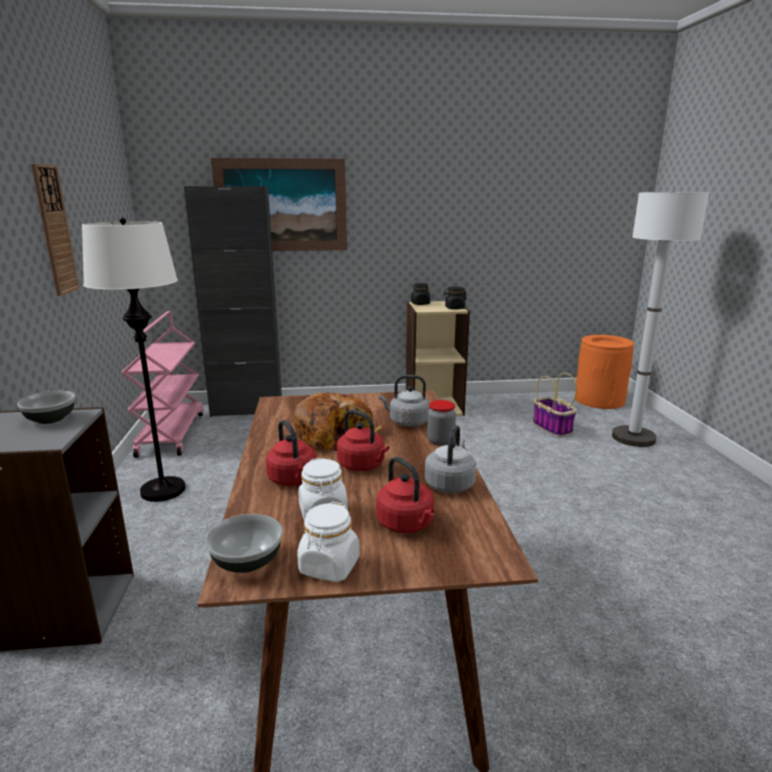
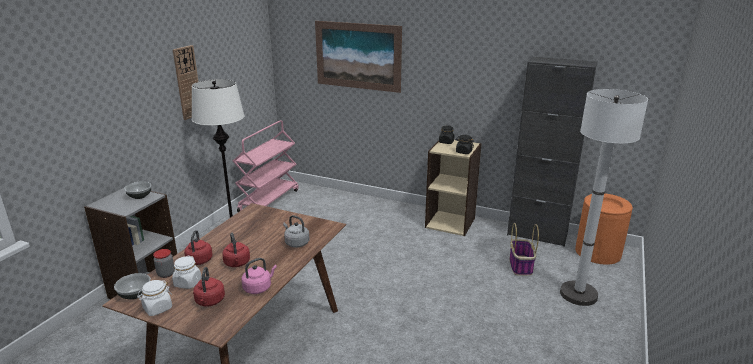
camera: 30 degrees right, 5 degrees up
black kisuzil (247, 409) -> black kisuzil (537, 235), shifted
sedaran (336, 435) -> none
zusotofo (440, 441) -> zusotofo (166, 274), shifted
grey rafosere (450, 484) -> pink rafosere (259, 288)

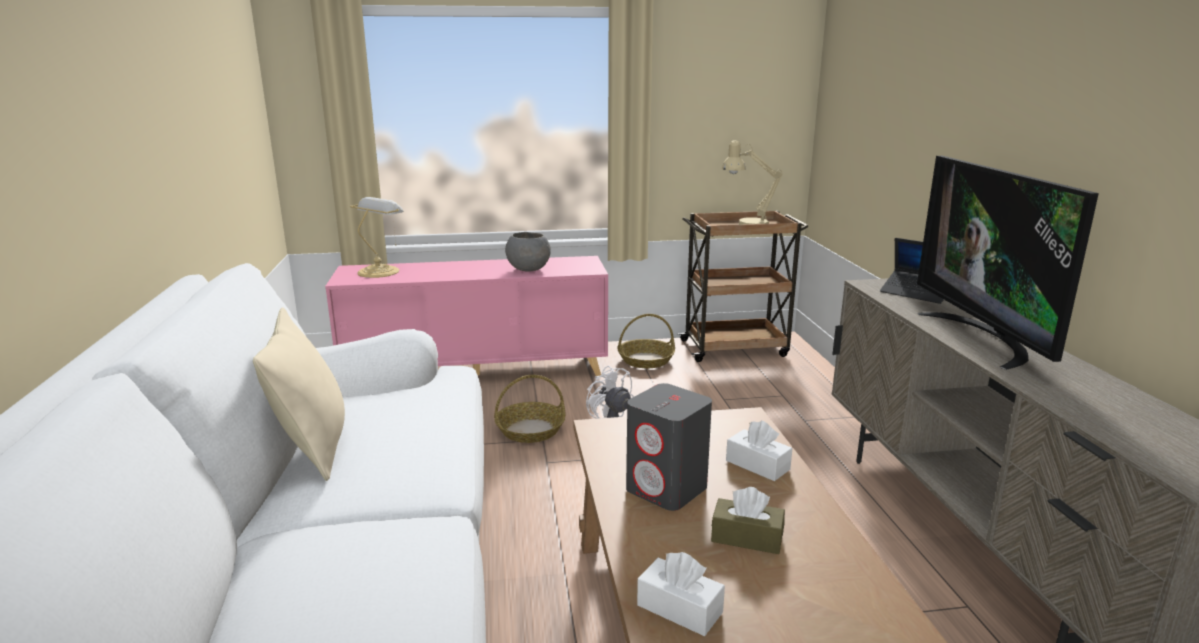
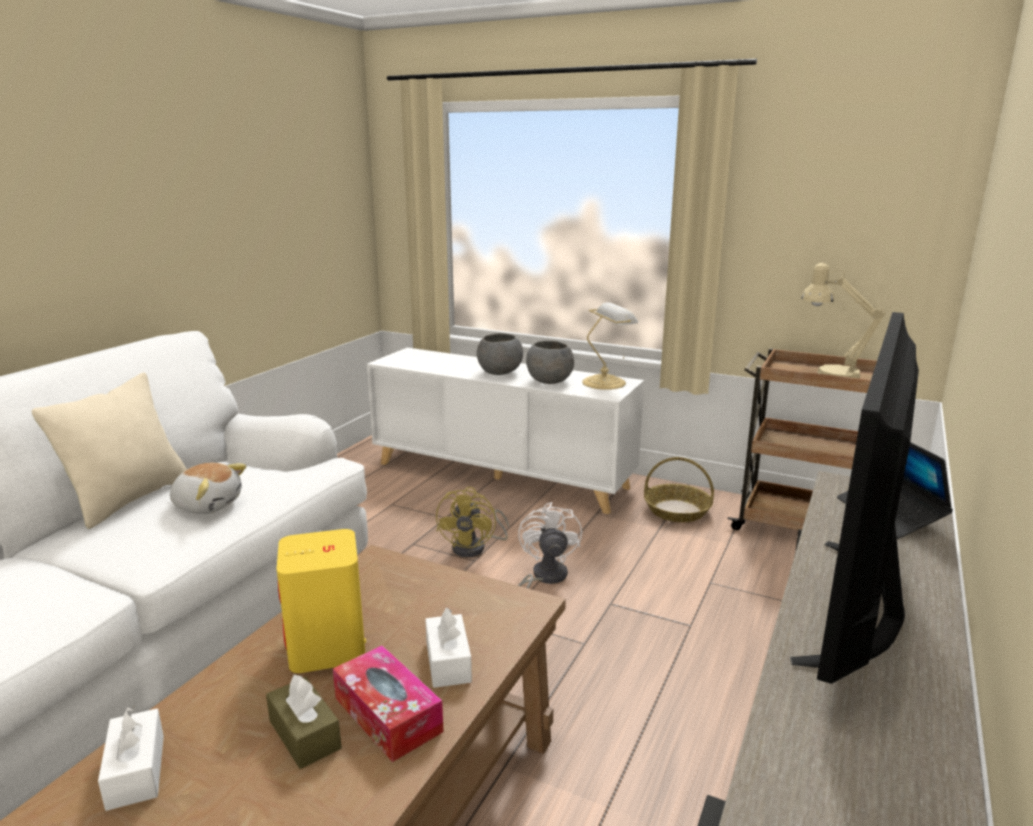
camera: 35 degrees right, 0 degrees up
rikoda (380, 271) -> rikoda (606, 382), shifted
pink kisuzil (477, 371) -> white kisuzil (502, 475)
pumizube (530, 430) -> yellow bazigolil (475, 547)
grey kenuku (667, 489) -> yellow kenuku (327, 648)
none -> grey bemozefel (500, 373)
none -> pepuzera (208, 504)
none -> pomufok (388, 714)

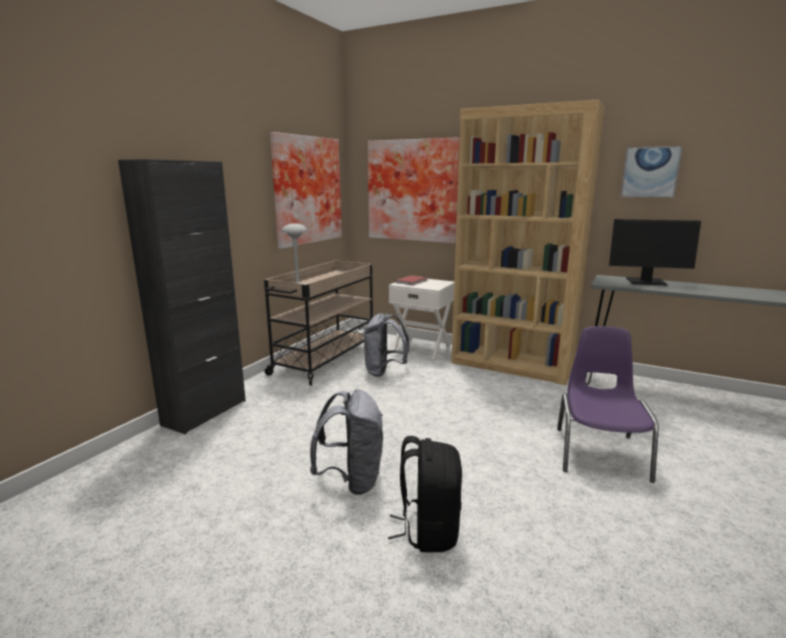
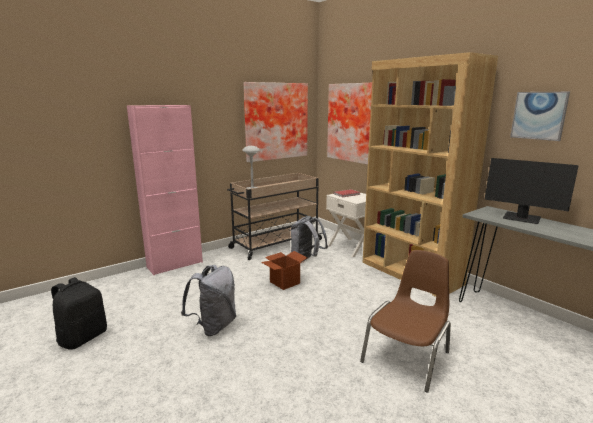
camera: 25 degrees right, 0 degrees up
black kisuzil (205, 412) -> pink kisuzil (175, 265)
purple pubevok (599, 452) -> brown pubevok (407, 357)
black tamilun (428, 530) -> black tamilun (83, 337), shifted
none -> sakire (285, 282)

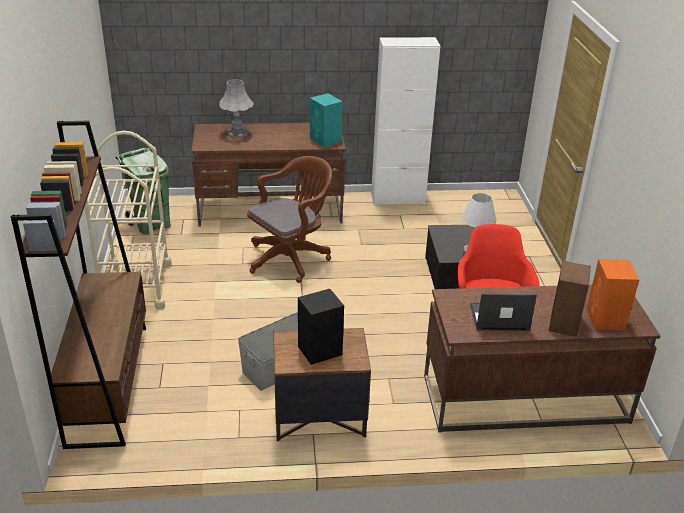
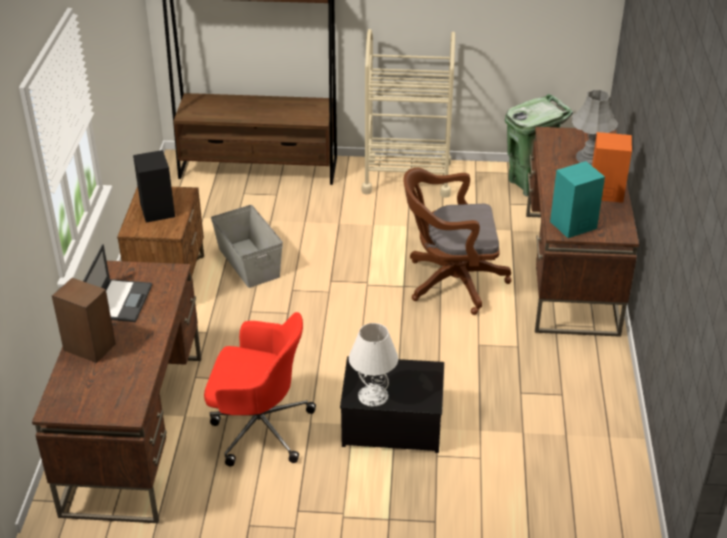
camera: 100 degrees right, 5 degrees up
white kisuzil (398, 199) -> none
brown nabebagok (291, 258) -> brown nabebagok (450, 282), 120 degrees clockwise
orange kenuku (605, 319) -> orange kenuku (604, 192), shifted

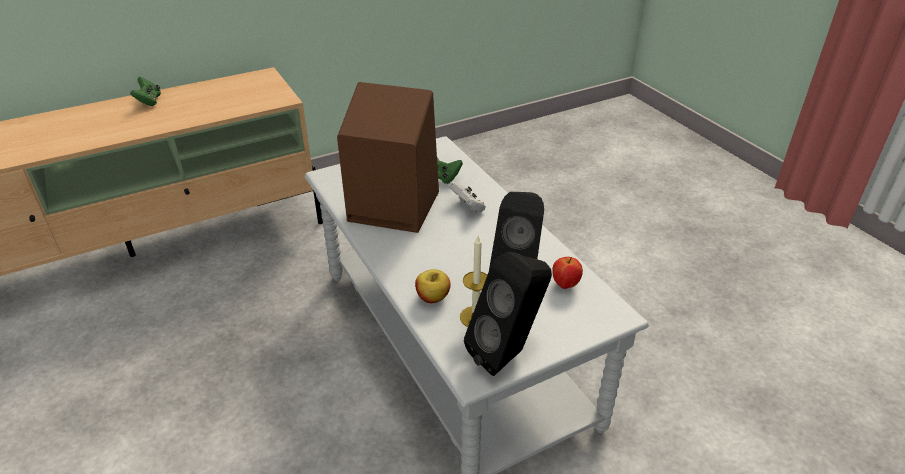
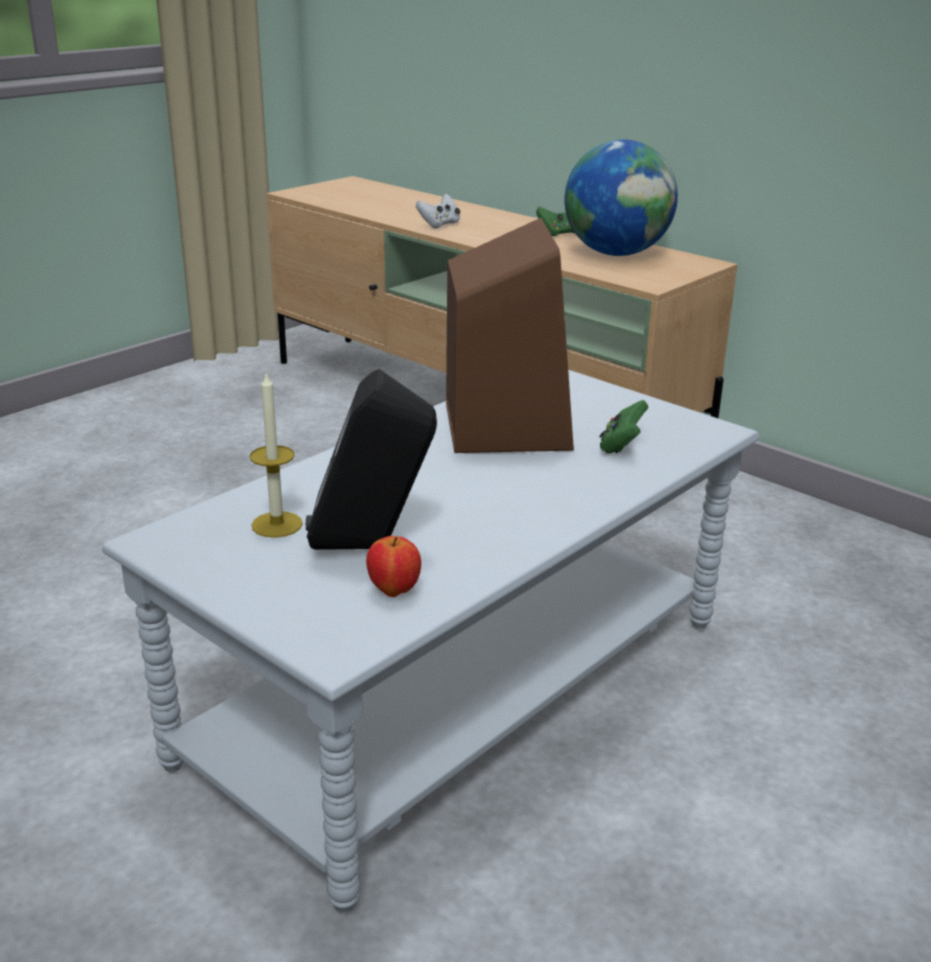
camera: 70 degrees right, 10 degrees down
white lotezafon (467, 207) -> white lotezafon (439, 225), shifted
black kenuku (508, 354) -> none
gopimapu (432, 297) -> none
none -> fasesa (616, 254)

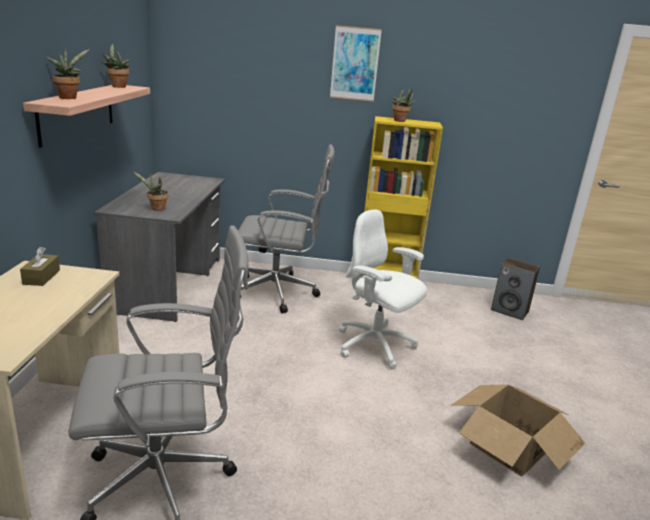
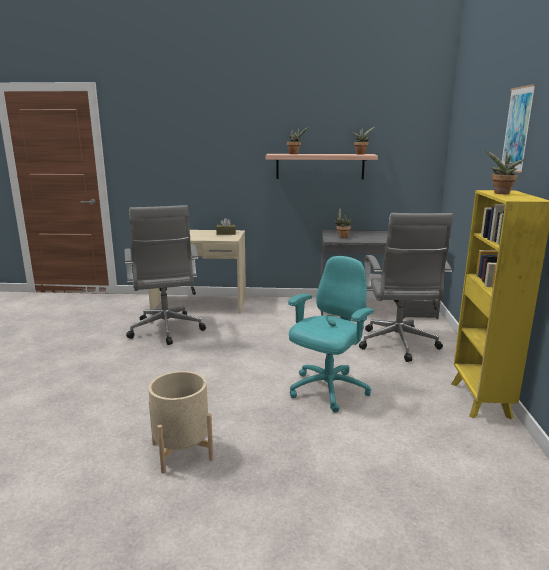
camera: 90 degrees right, 5 degrees down
white nabebagok (375, 346) -> turquoise nabebagok (327, 390)
kenuku (510, 311) -> none
sakire (509, 446) -> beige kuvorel (182, 451)

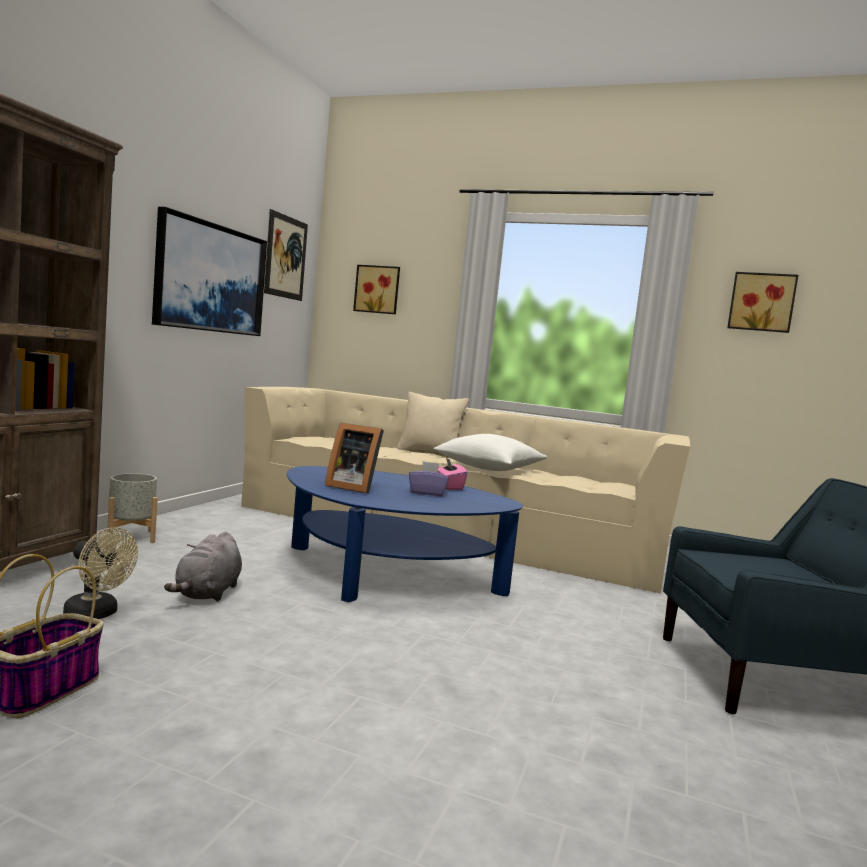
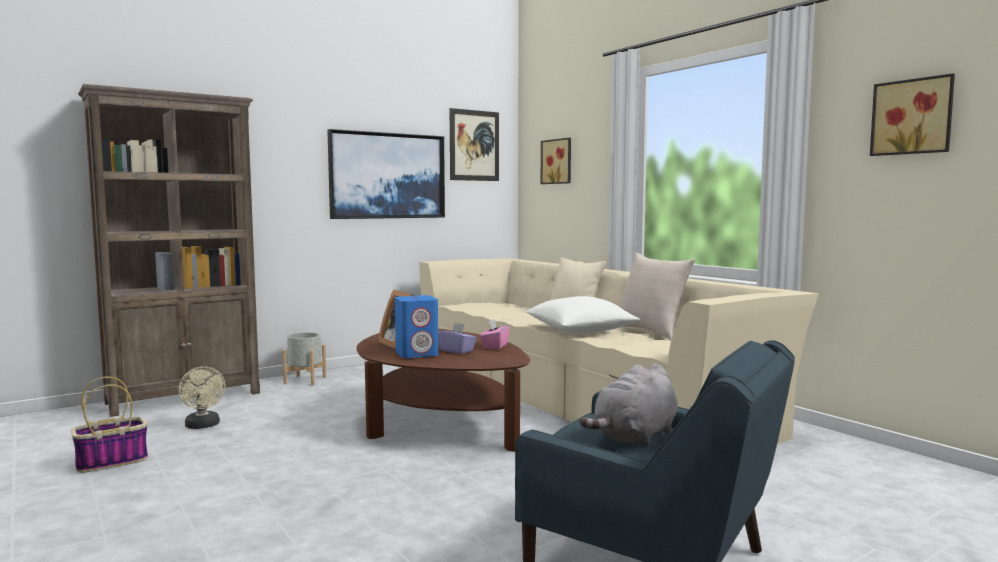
camera: 35 degrees right, 0 degrees up
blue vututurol (386, 574) -> brown vututurol (438, 423)
grey pepuzera (207, 593) -> grey pepuzera (635, 437), shifted
none -> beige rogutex (651, 331)
none -> blue kenuku (417, 354)

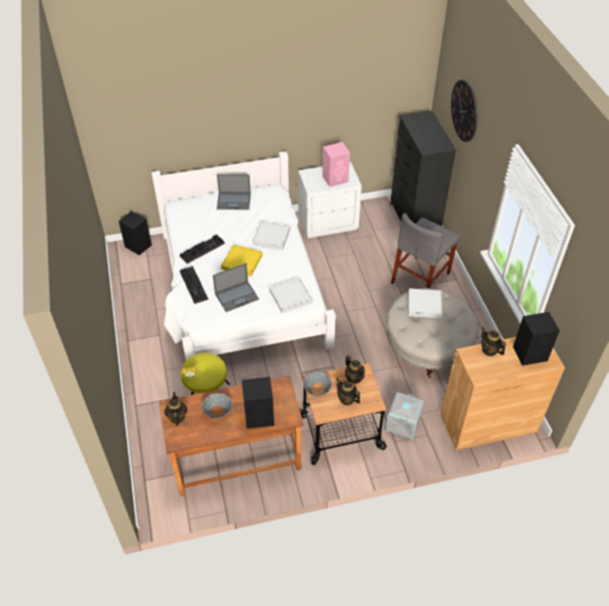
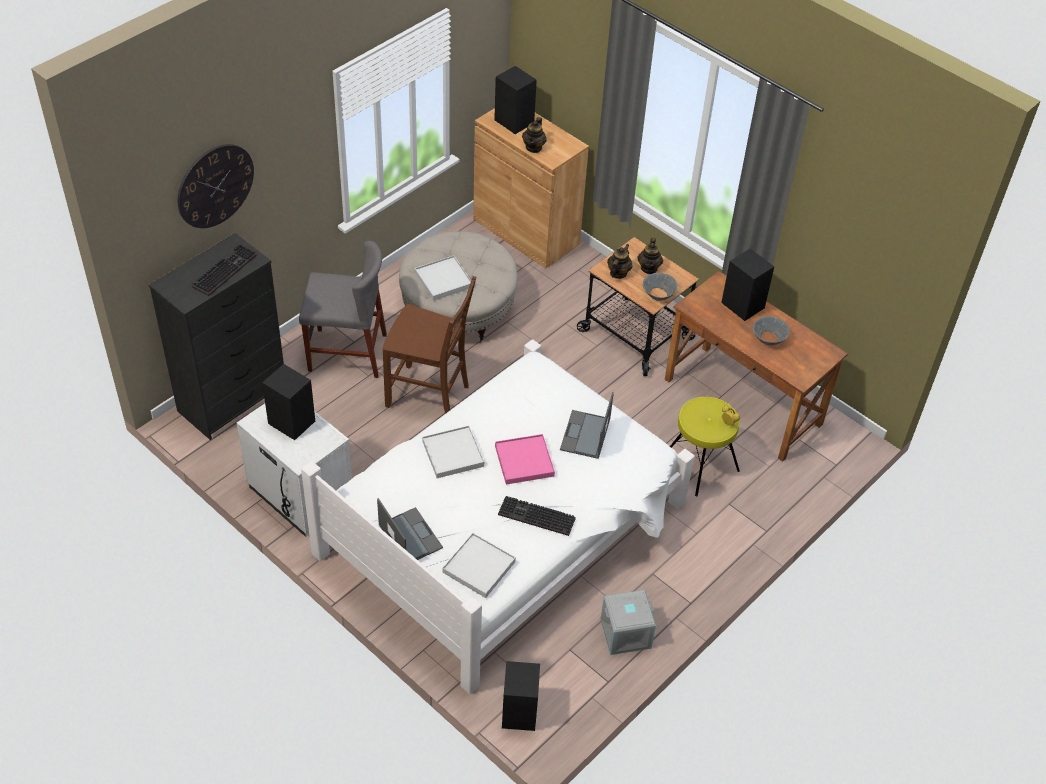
camera: 125 degrees left, 0 degrees up
pink kenuku (336, 179) -> black kenuku (291, 422)
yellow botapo (241, 262) -> pink botapo (524, 461)
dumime (237, 296) -> dumime (585, 435), 105 degrees counterclockwise
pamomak (195, 285) -> pamomak (224, 270), shifted
white botapo (291, 297) -> white botapo (479, 567), shifted
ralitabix (177, 417) -> none
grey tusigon (402, 422) -> grey tusigon (625, 634), shifted
none -> brown pubevok (429, 396)

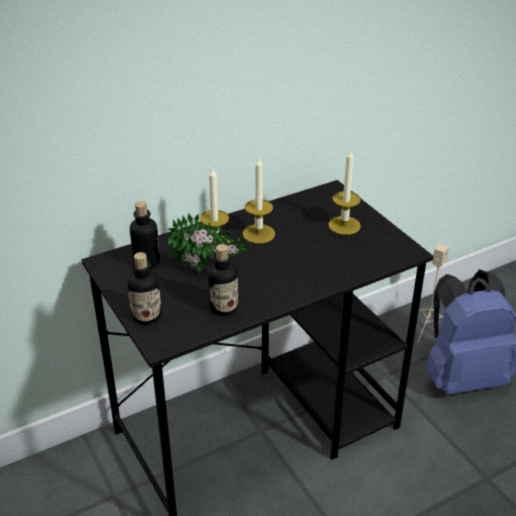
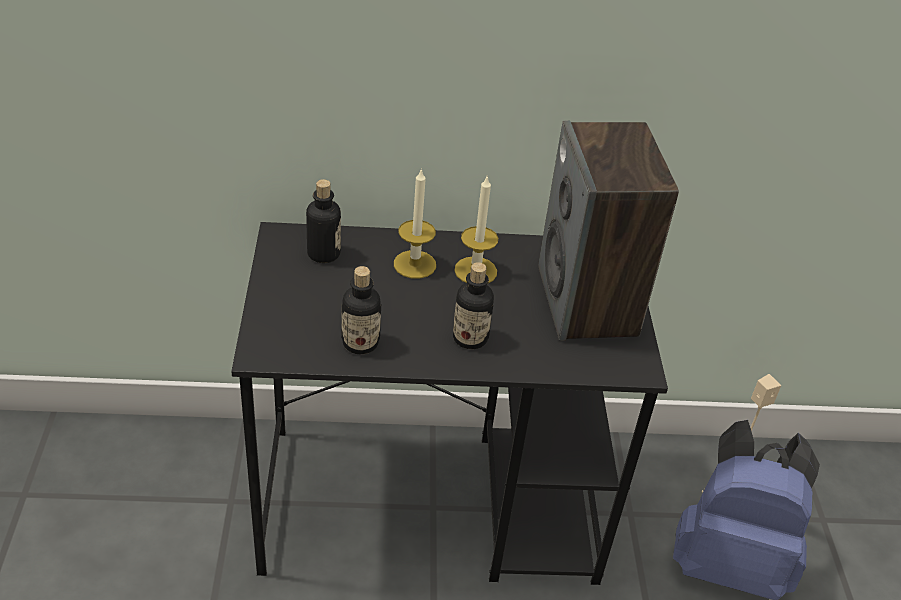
camera: 25 degrees right, 5 degrees up
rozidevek (344, 225) -> kenuku (588, 302)
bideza (207, 270) -> none
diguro (146, 316) -> diguro (470, 338), shifted

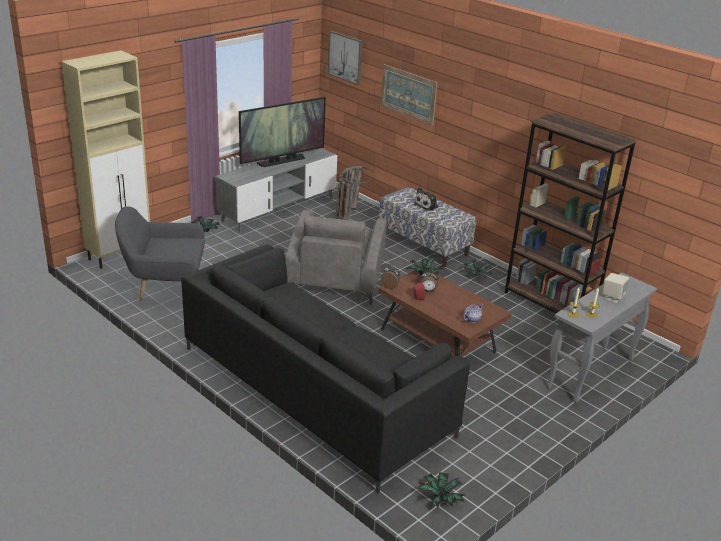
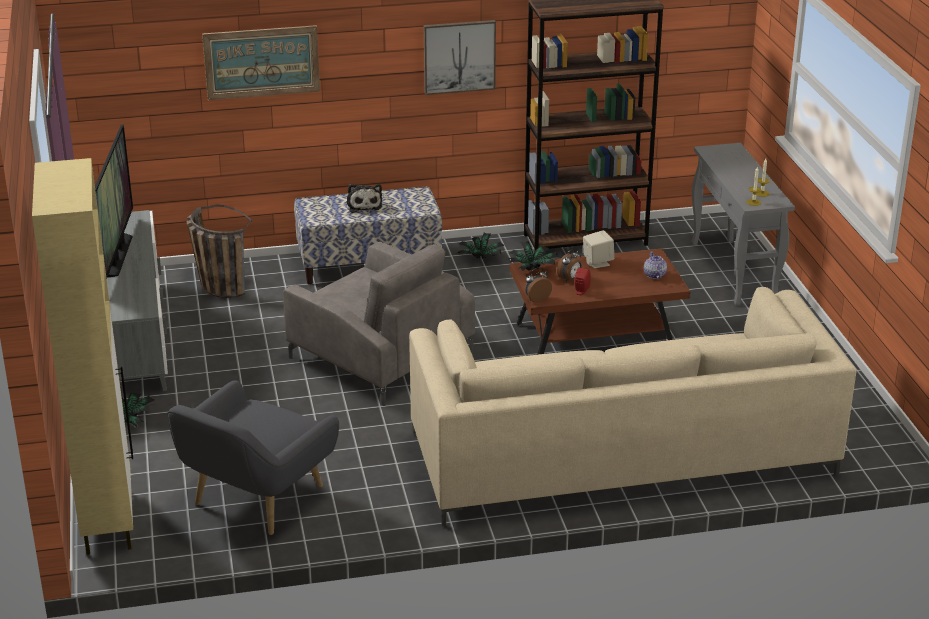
camera: 55 degrees left, 0 degrees up
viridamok (345, 57) -> viridamok (459, 56), shifted
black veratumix (315, 390) -> beige veratumix (621, 454)
beige kenuku (612, 297) -> beige kenuku (597, 262), shifted
bideza (439, 498) -> none

